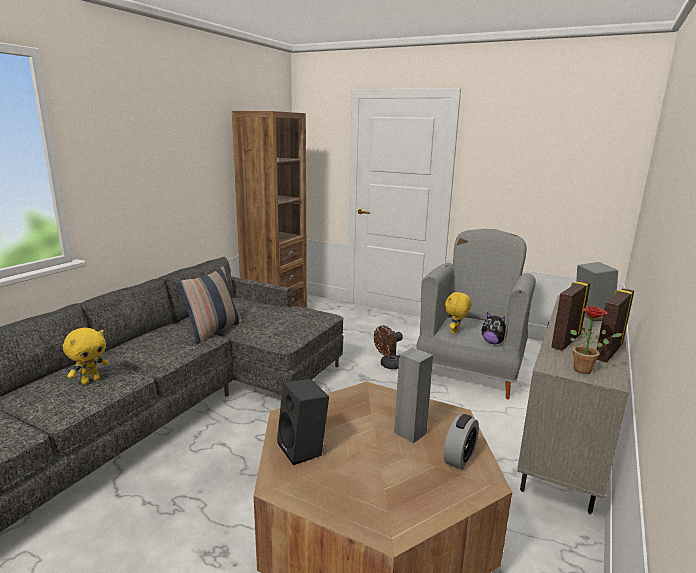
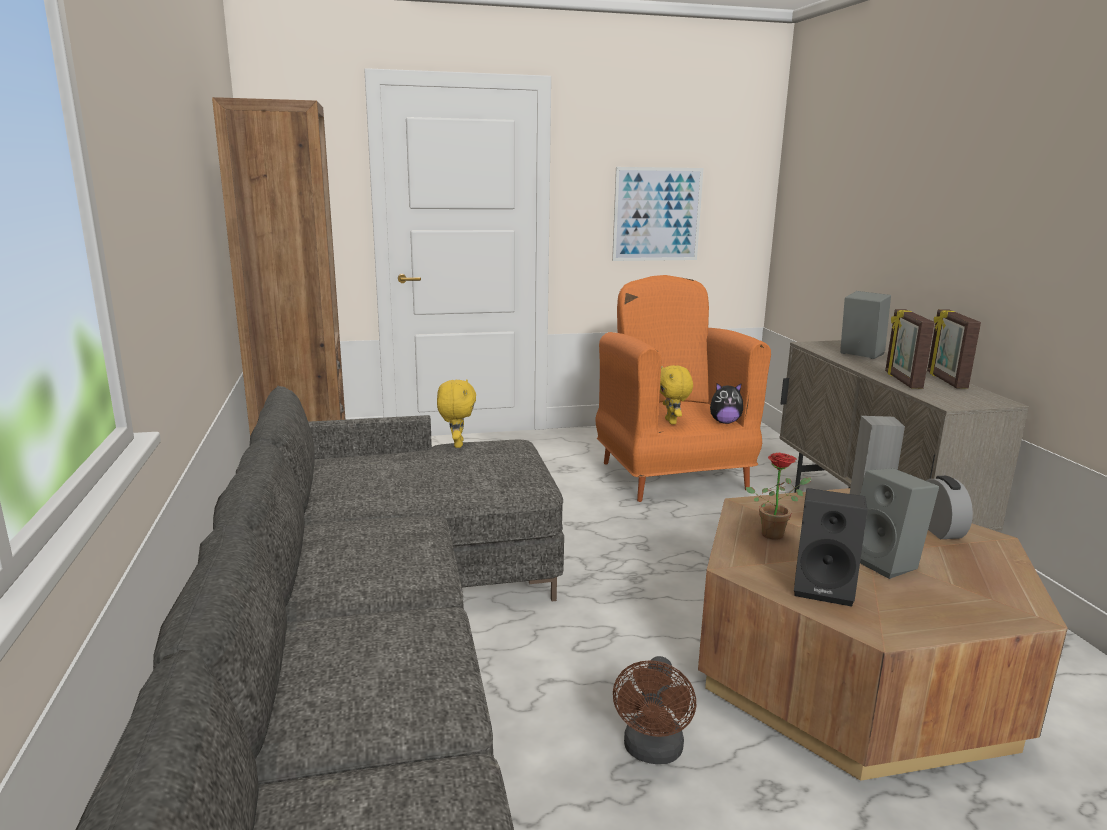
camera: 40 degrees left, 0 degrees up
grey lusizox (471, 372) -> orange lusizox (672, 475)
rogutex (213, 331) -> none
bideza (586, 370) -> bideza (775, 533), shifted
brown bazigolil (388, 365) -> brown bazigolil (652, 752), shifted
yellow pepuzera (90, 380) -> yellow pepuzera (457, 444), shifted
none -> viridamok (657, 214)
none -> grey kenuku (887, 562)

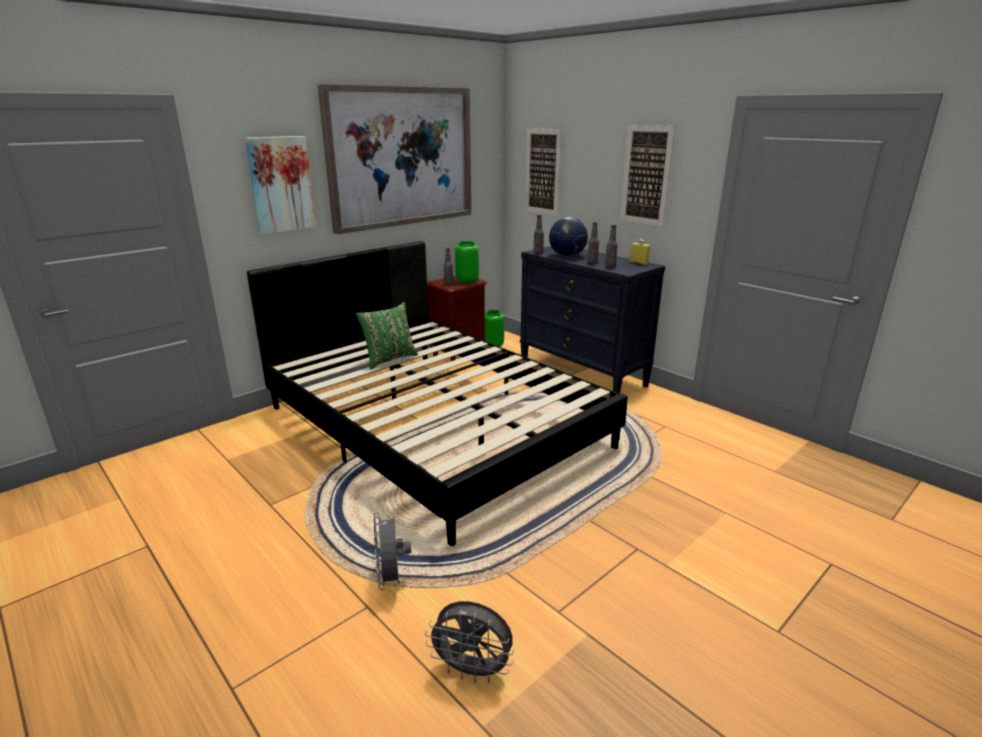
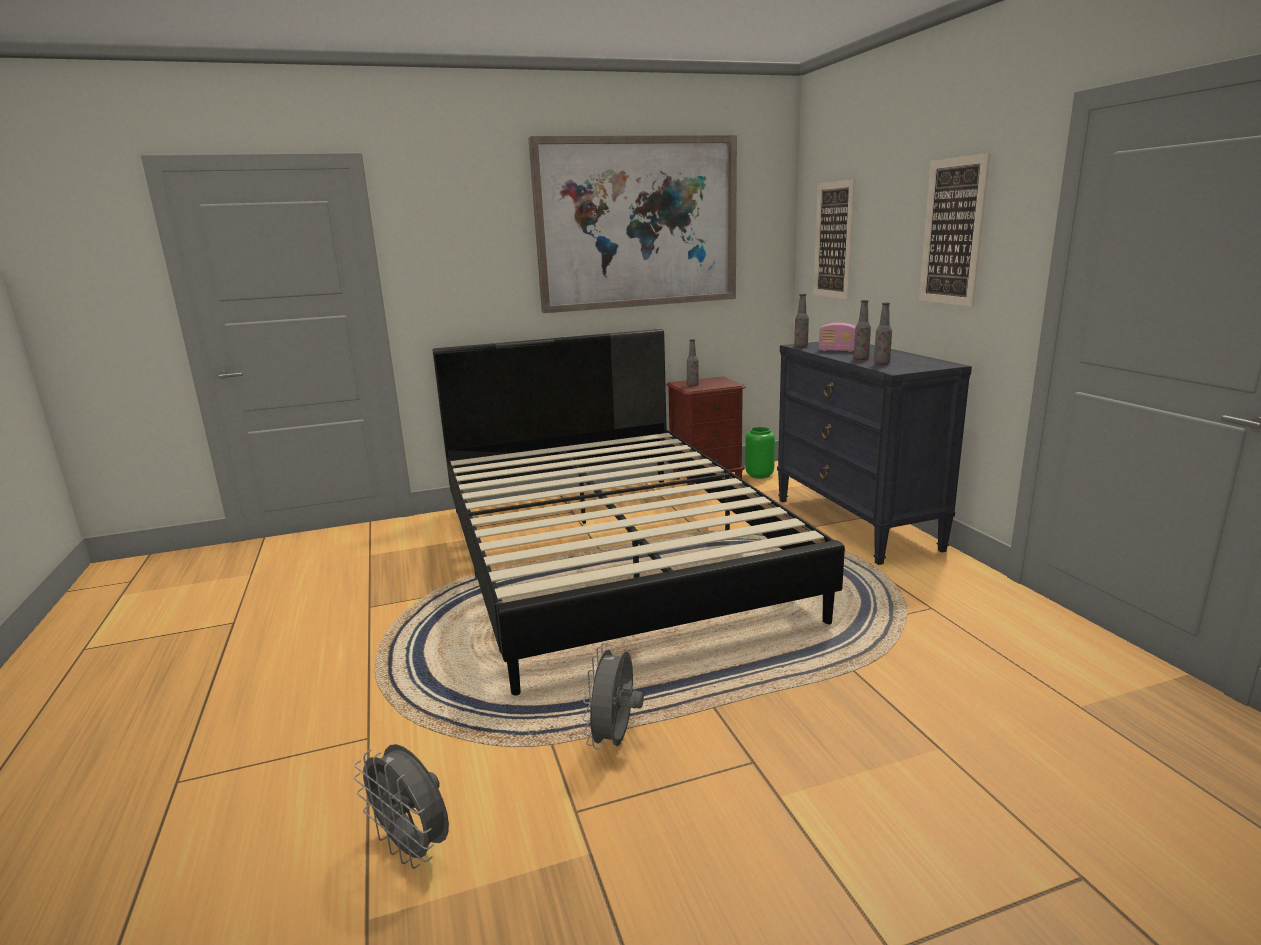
camera: 25 degrees right, 5 degrees down
viridamok (281, 184) -> none
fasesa (567, 256) -> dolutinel (837, 350)
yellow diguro (639, 263) -> none
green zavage (467, 281) -> none
green rogutex (389, 359) -> none
grey bazigolil (391, 579) -> grey bazigolil (615, 739), shifted

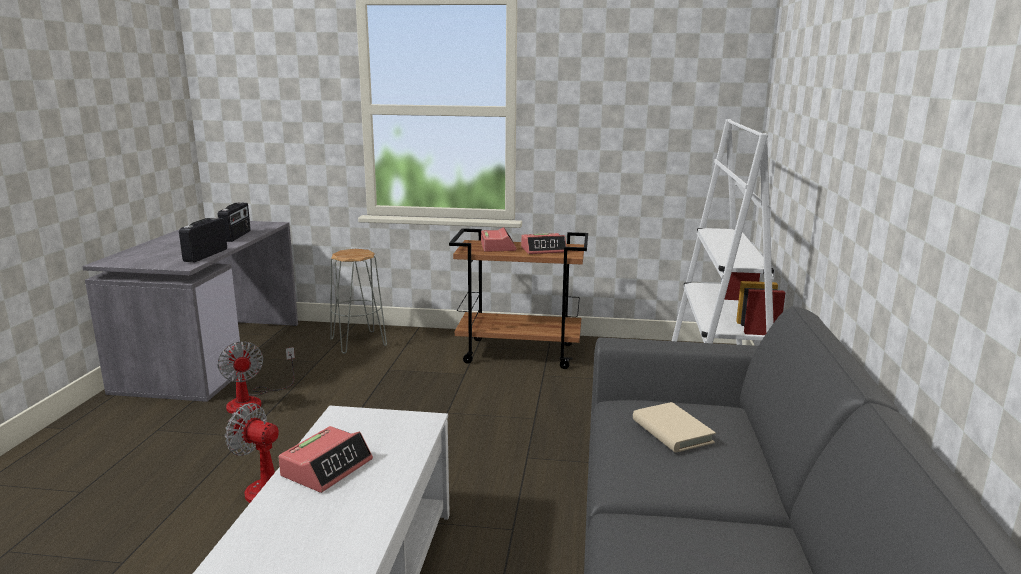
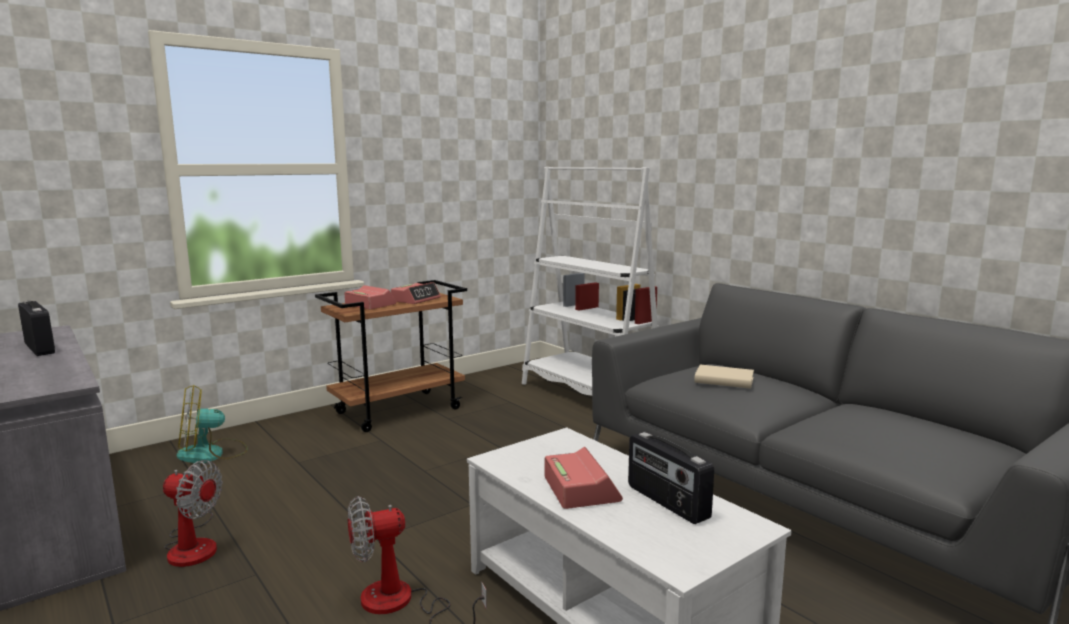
camera: 45 degrees left, 5 degrees down
dolutinel (205, 255) -> dolutinel (666, 502), shifted
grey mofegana (358, 342) -> bazigolil (212, 454)

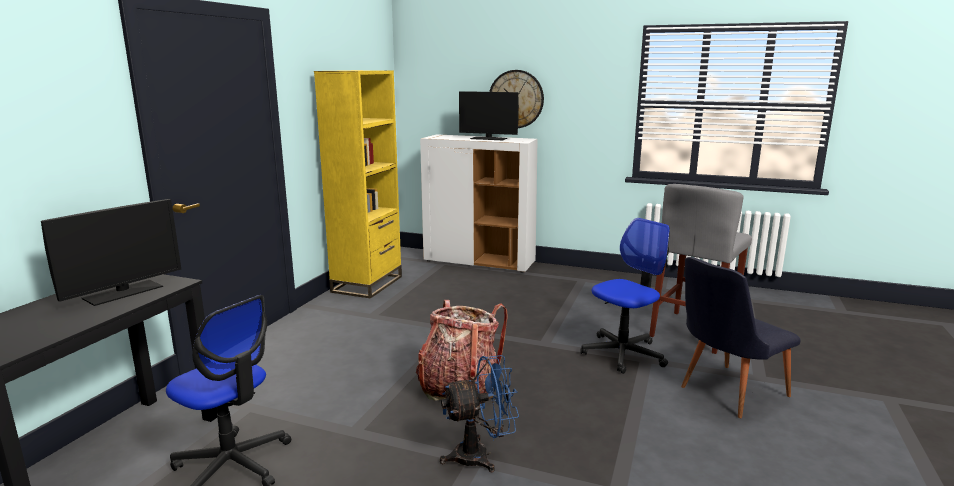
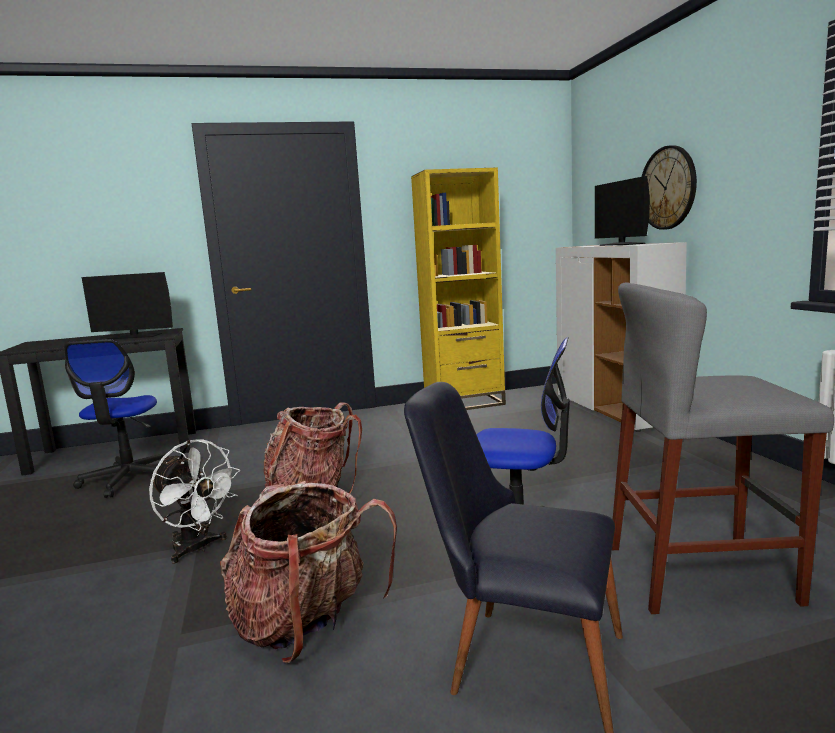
camera: 55 degrees right, 5 degrees down
blue bazigolil (480, 455) -> white bazigolil (198, 549)
none -> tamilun (307, 626)

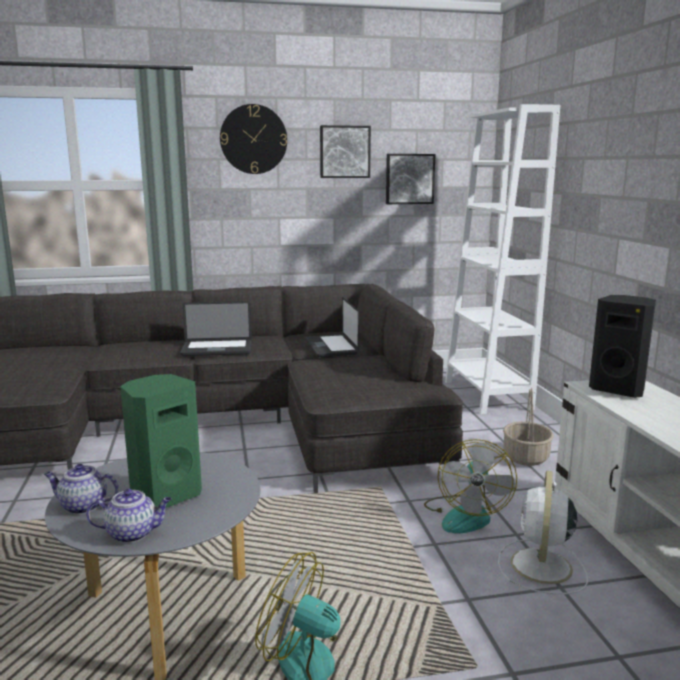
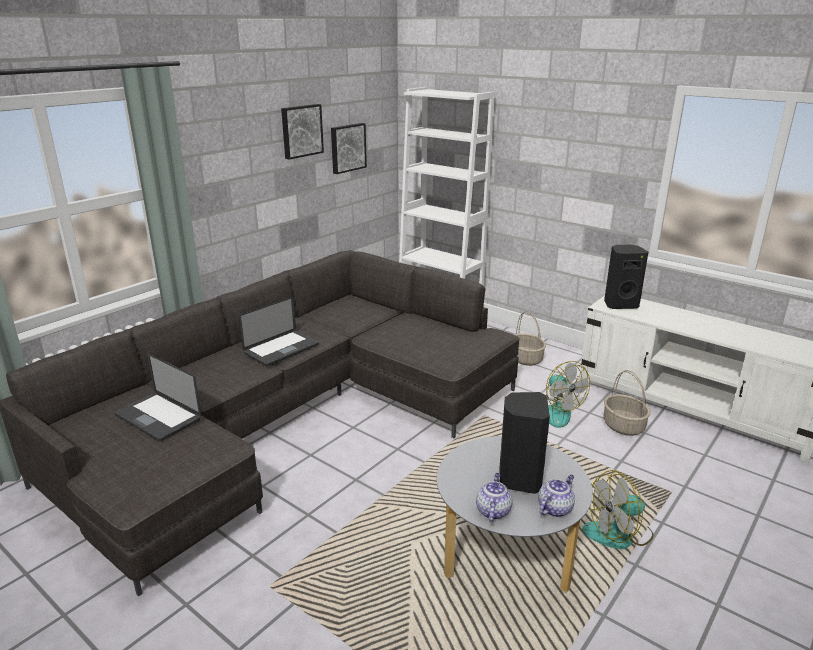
camera: 40 degrees left, 10 degrees up
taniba (253, 139) -> none
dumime (330, 347) -> dumime (158, 417), shifted
green kenuku (164, 496) -> black kenuku (519, 478)
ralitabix (82, 506) -> ralitabix (492, 510), 135 degrees clockwise
white bazigolil (541, 567) -> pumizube (624, 426)

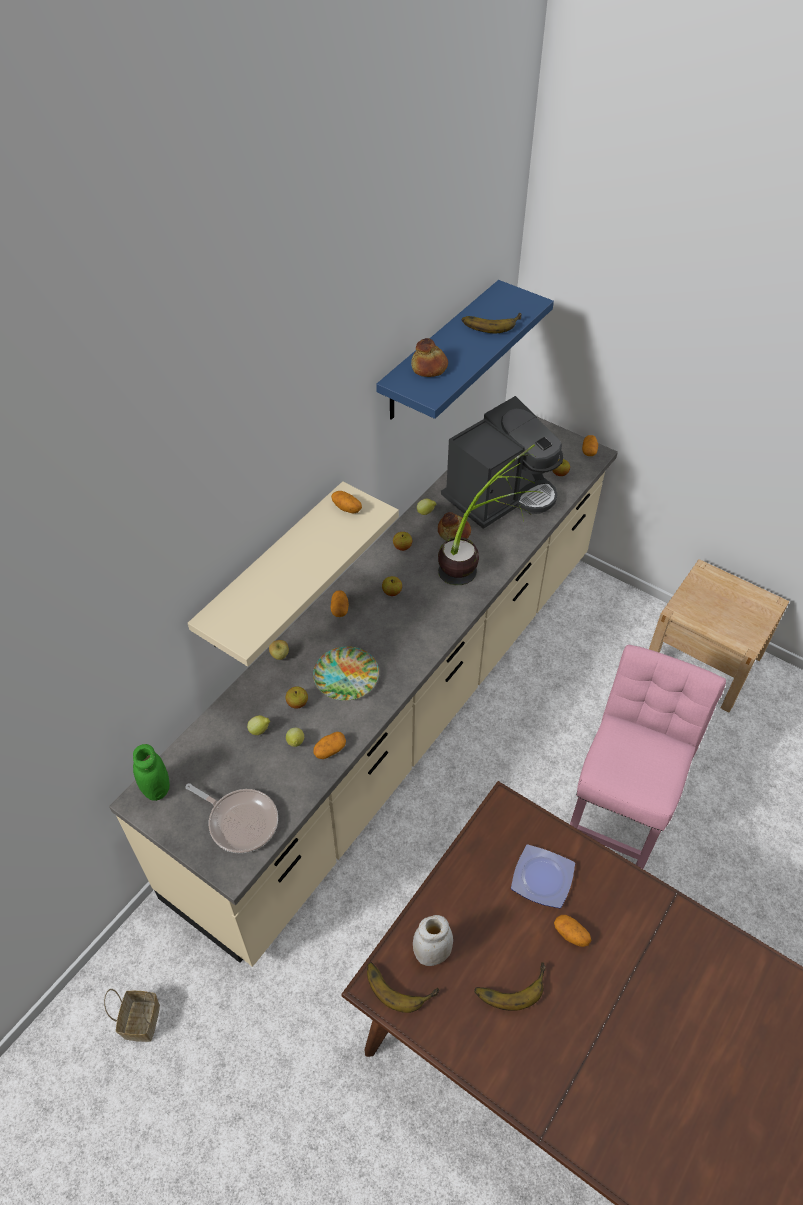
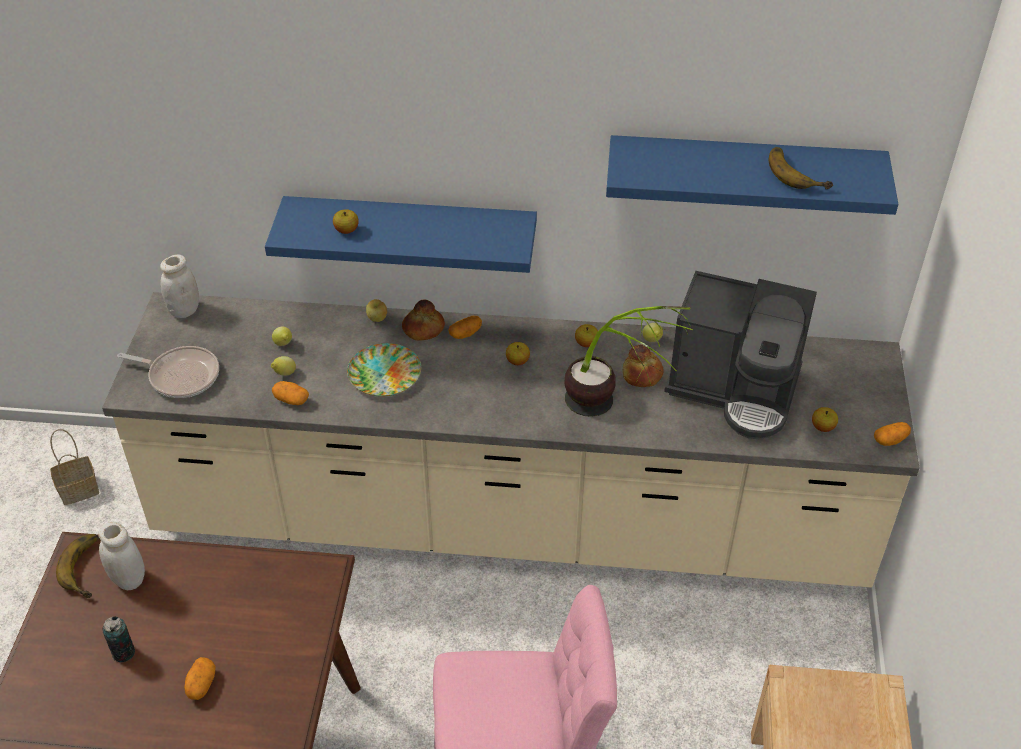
camera: 60 degrees right, 5 degrees down
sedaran (429, 367) -> sedaran (423, 329), shifted
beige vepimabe (273, 567) -> blue vepimabe (410, 229)
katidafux (347, 508) -> none
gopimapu (297, 703) -> gopimapu (346, 230), shifted
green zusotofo (156, 789) -> white zusotofo (184, 310)
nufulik (240, 821) -> nufulik (180, 376), 75 degrees counterclockwise
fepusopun (543, 879) -> none
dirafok (509, 984) -> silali (123, 653)

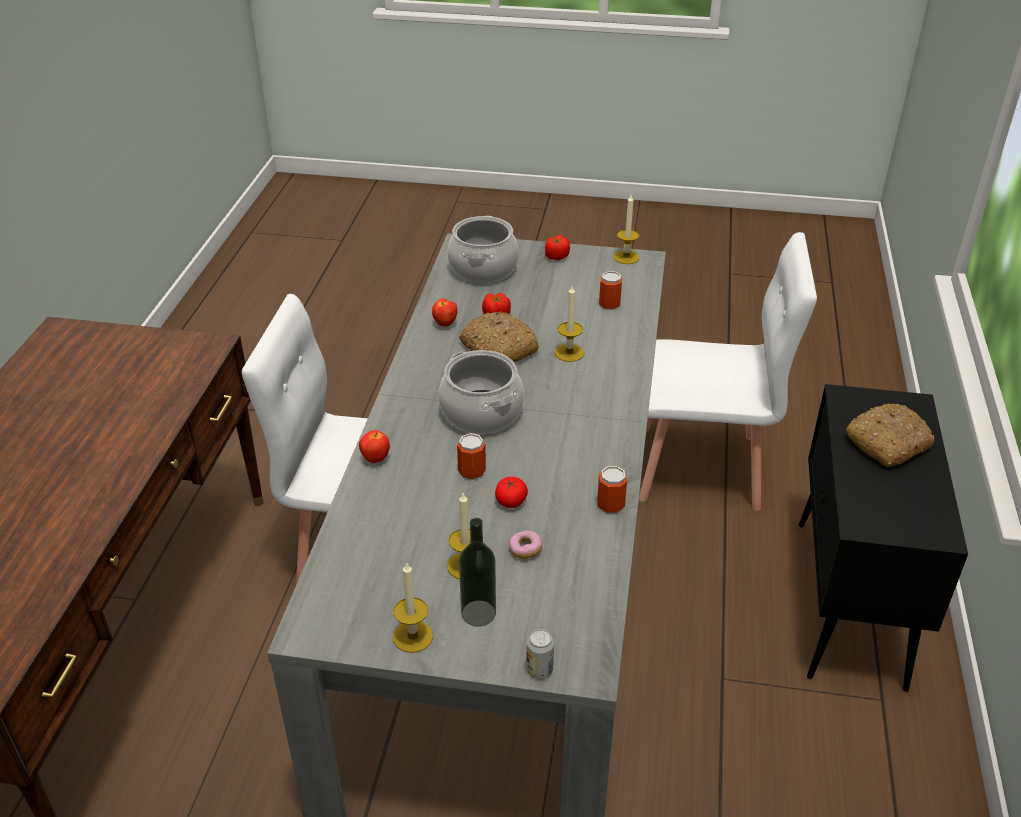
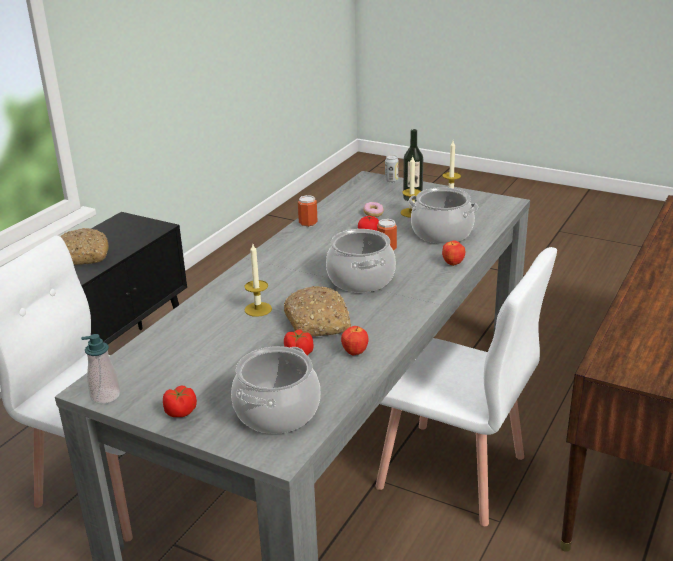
camera: 160 degrees left, 10 degrees down
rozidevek (626, 257) -> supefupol (105, 396)
silali (609, 304) -> none
none -> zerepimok (441, 233)

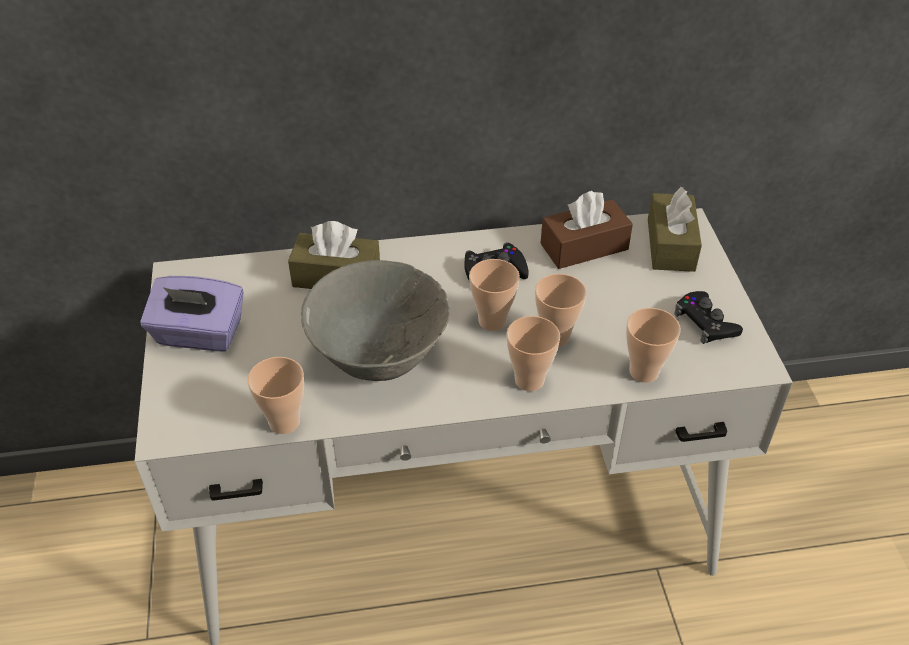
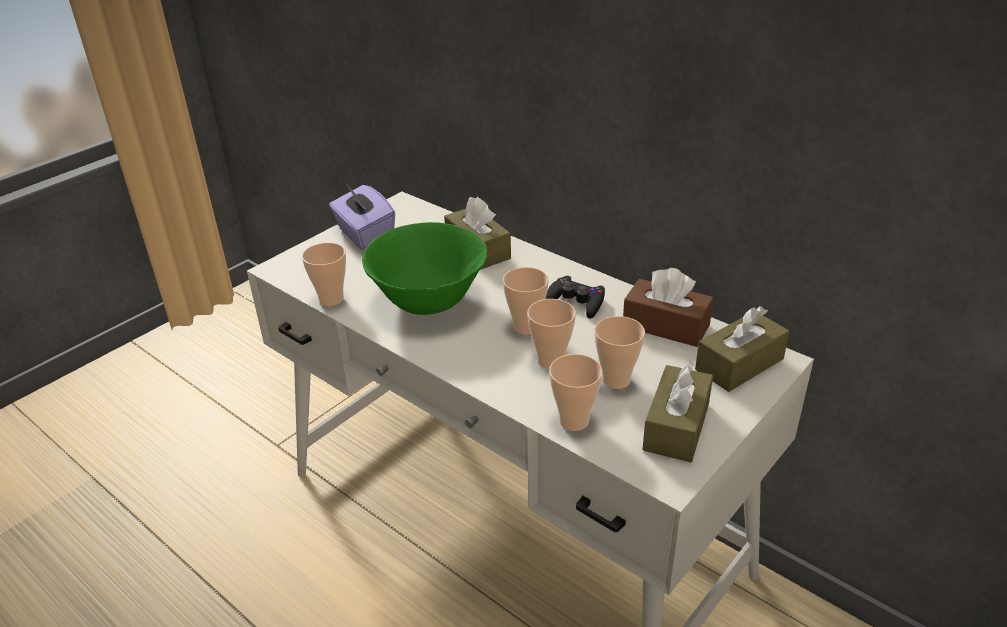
camera: 50 degrees right, 10 degrees down
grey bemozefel (378, 357) -> green bemozefel (429, 301)
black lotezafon (705, 323) -> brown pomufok (676, 426)
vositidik (529, 380) -> vositidik (616, 380), shifted

